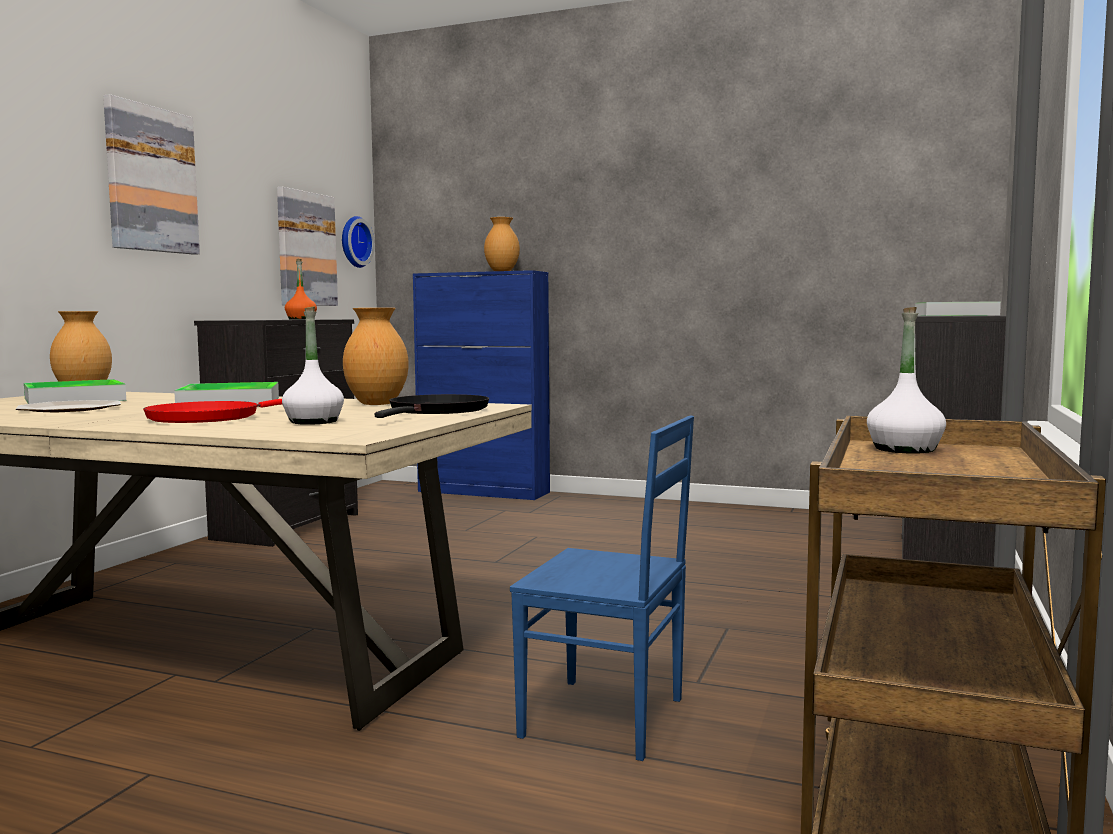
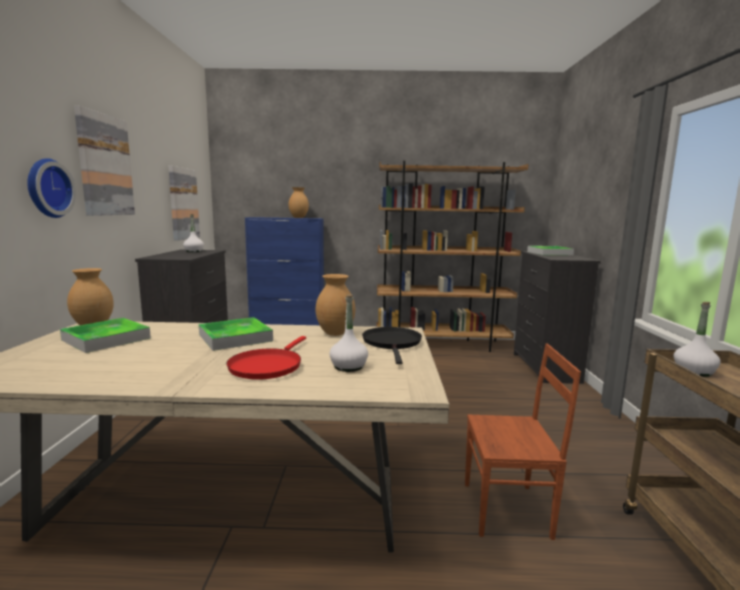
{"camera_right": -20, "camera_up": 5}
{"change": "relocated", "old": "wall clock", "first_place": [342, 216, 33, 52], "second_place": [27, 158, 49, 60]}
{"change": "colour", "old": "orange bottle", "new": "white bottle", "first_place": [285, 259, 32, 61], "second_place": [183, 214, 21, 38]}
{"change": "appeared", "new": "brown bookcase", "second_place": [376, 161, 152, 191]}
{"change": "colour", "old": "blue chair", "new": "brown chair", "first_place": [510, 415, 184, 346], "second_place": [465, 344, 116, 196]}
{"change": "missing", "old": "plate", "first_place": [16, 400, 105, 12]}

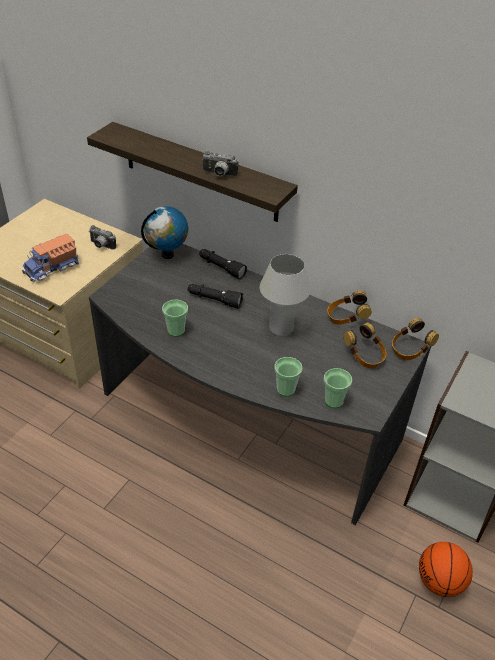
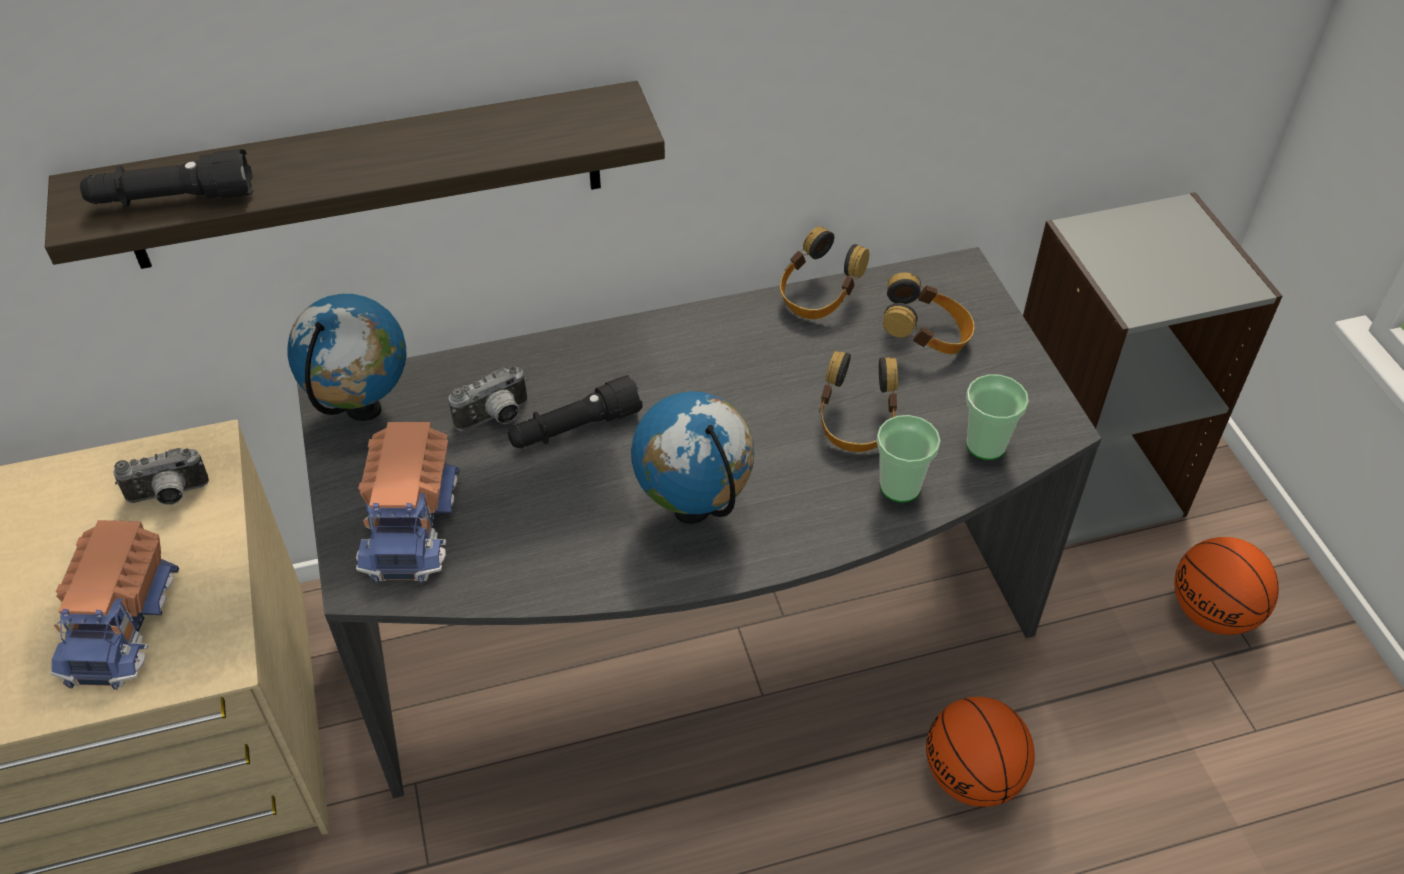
{"camera_right": -45, "camera_up": 5}
{"change": "relocated", "old": "black flashlight", "first_place": [199, 249, 48, 30], "second_place": [80, 149, 173, 57]}
{"change": "appeared", "new": "toy truck", "second_place": [356, 422, 104, 161]}
{"change": "relocated", "old": "photo camera", "first_place": [202, 151, 36, 26], "second_place": [448, 366, 79, 65]}
{"change": "appeared", "new": "globe", "second_place": [631, 391, 123, 133]}
{"change": "relocated", "old": "headphones", "first_place": [392, 318, 47, 42], "second_place": [819, 351, 79, 101]}
{"change": "appeared", "new": "basketball", "second_place": [926, 697, 109, 110]}
{"change": "missing", "old": "cup", "first_place": [162, 300, 26, 37]}
{"change": "missing", "old": "white table lamp", "first_place": [260, 254, 51, 82]}

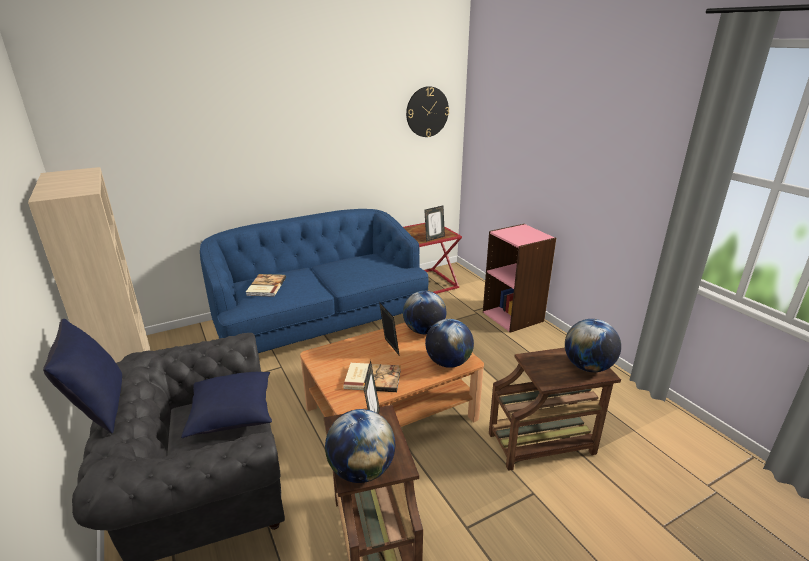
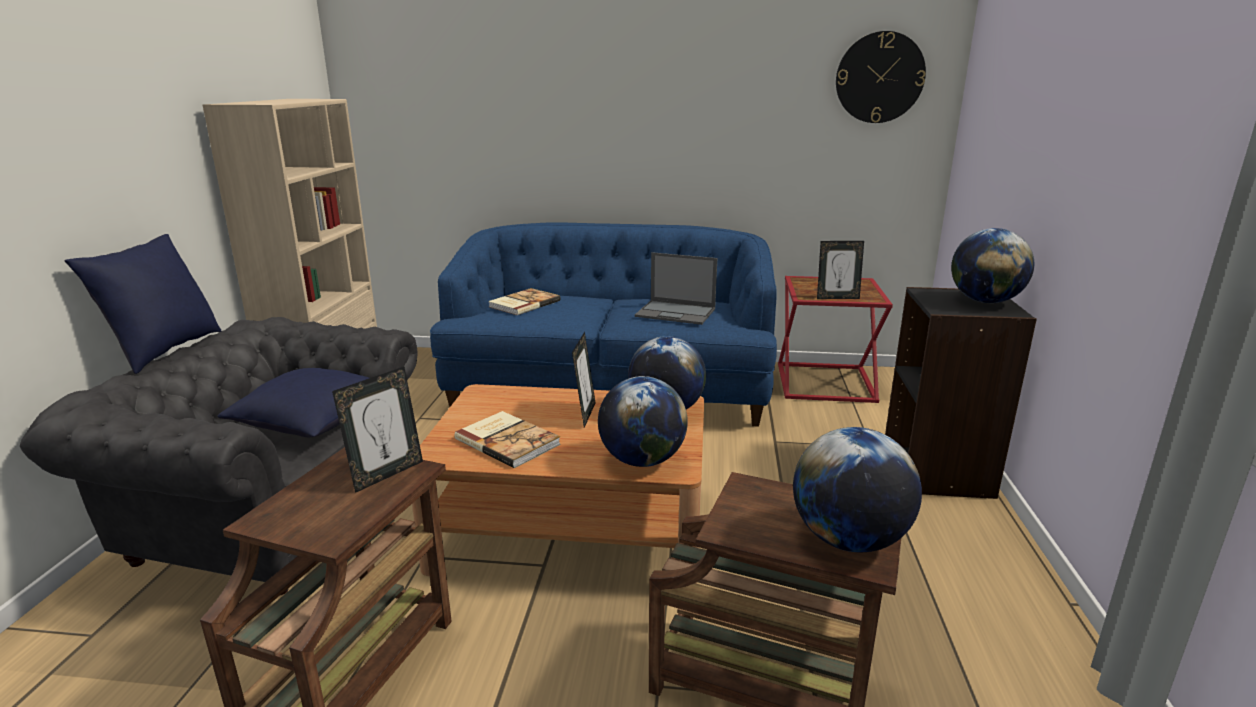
{"camera_right": 35, "camera_up": -5}
{"change": "appeared", "new": "laptop", "second_place": [635, 252, 82, 73]}
{"change": "colour", "old": "pink bookcase", "new": "black bookcase", "first_place": [483, 224, 73, 109], "second_place": [885, 287, 152, 212]}
{"change": "relocated", "old": "globe", "first_place": [325, 409, 70, 74], "second_place": [951, 228, 83, 75]}

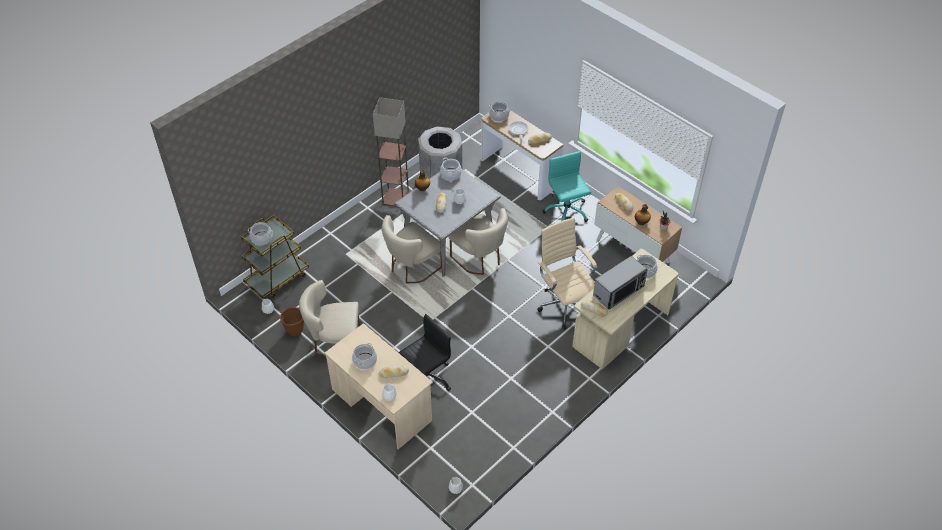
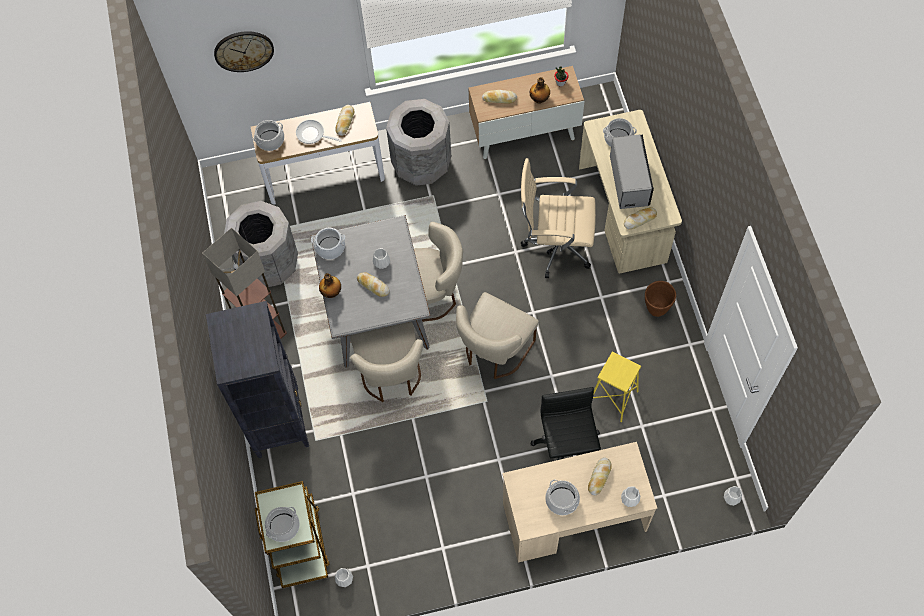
{"camera_right": -55, "camera_up": 15}
{"change": "appeared", "new": "black bookcase", "second_place": [206, 301, 103, 157]}
{"change": "appeared", "new": "wall clock", "second_place": [214, 31, 60, 41]}
{"change": "exchanged", "old": "turquoise office chair", "new": "grey trash can", "first_place": [543, 151, 48, 71], "second_place": [386, 99, 65, 87]}
{"change": "relocated", "old": "beige chair", "first_place": [299, 280, 61, 80], "second_place": [456, 292, 83, 87]}
{"change": "appeared", "new": "yellow stool", "second_place": [593, 351, 48, 71]}
{"change": "relocated", "old": "brown planter", "first_place": [280, 307, 24, 29], "second_place": [645, 281, 31, 36]}

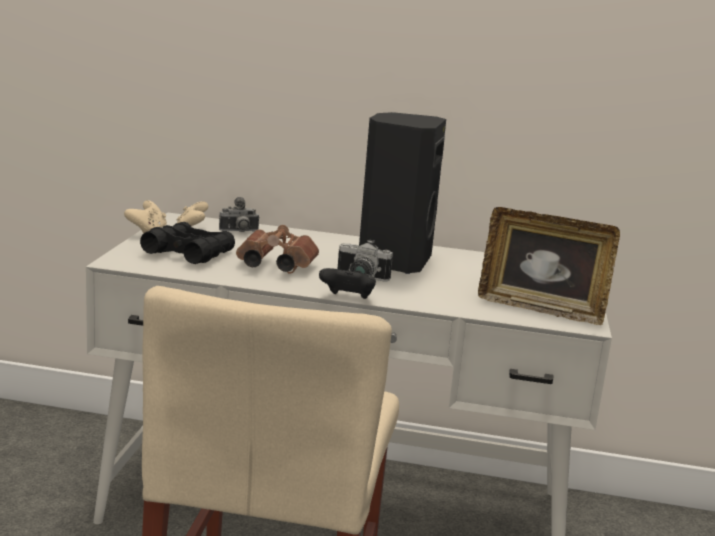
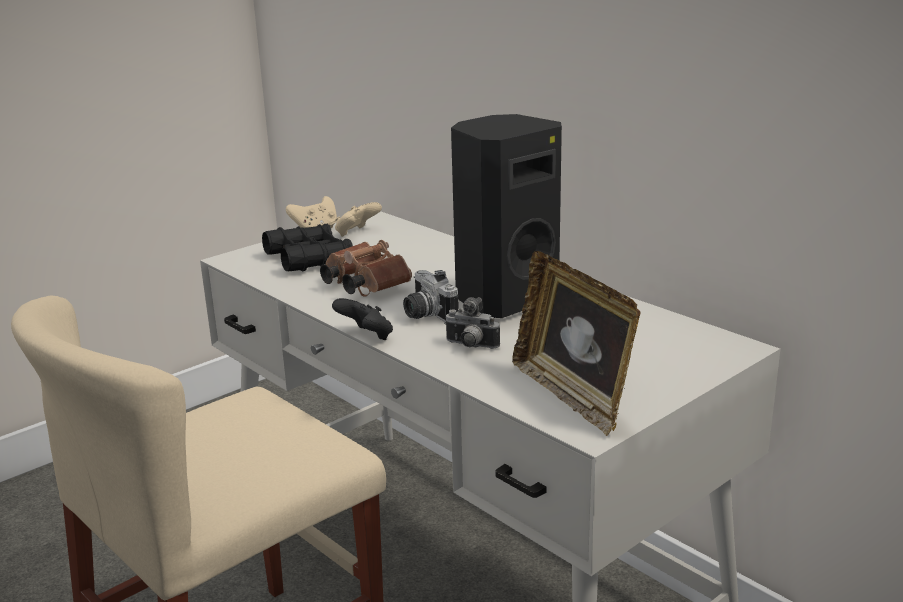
{"camera_right": 40, "camera_up": 5}
{"change": "relocated", "old": "photo camera", "first_place": [219, 197, 41, 35], "second_place": [444, 297, 56, 52]}

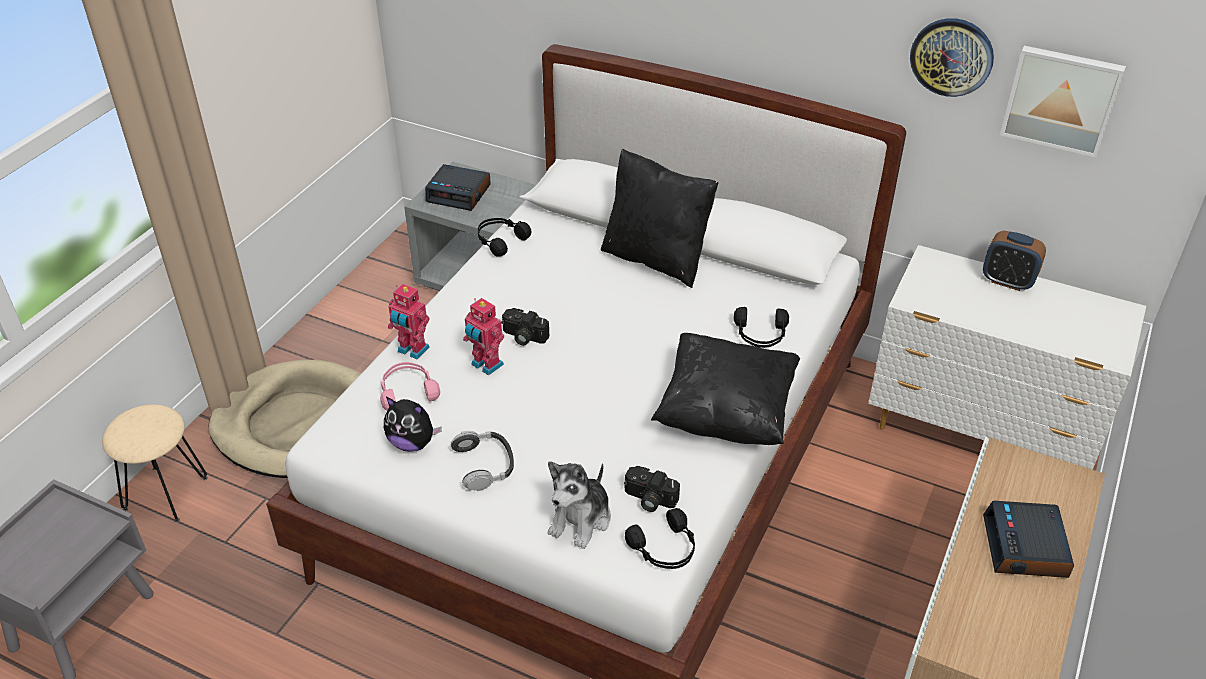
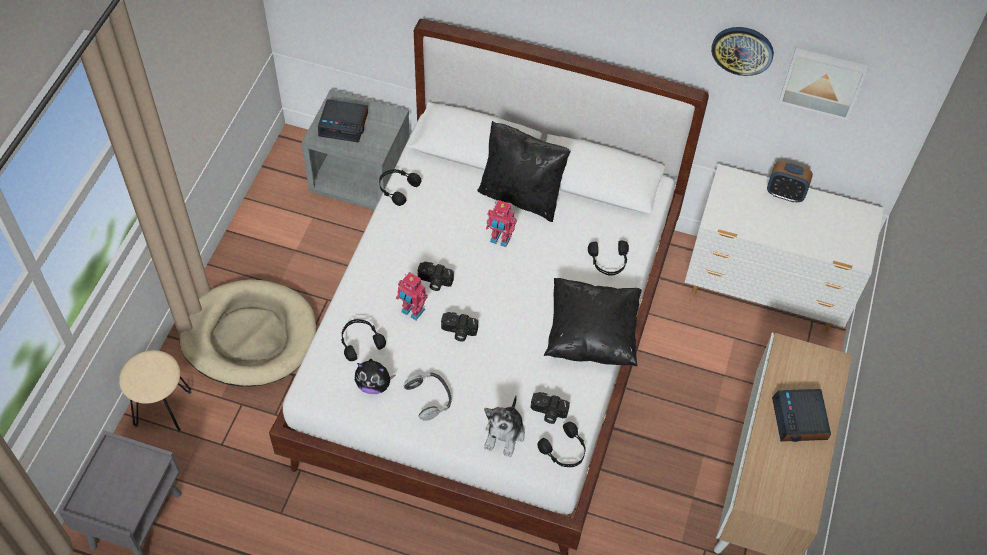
{"camera_right": -10, "camera_up": 15}
{"change": "colour", "old": "pink headphones", "new": "black headphones", "first_place": [380, 362, 60, 49], "second_place": [341, 319, 45, 42]}
{"change": "appeared", "new": "photo camera", "second_place": [441, 312, 37, 30]}
{"change": "relocated", "old": "toy robot", "first_place": [388, 284, 42, 75], "second_place": [486, 200, 31, 47]}

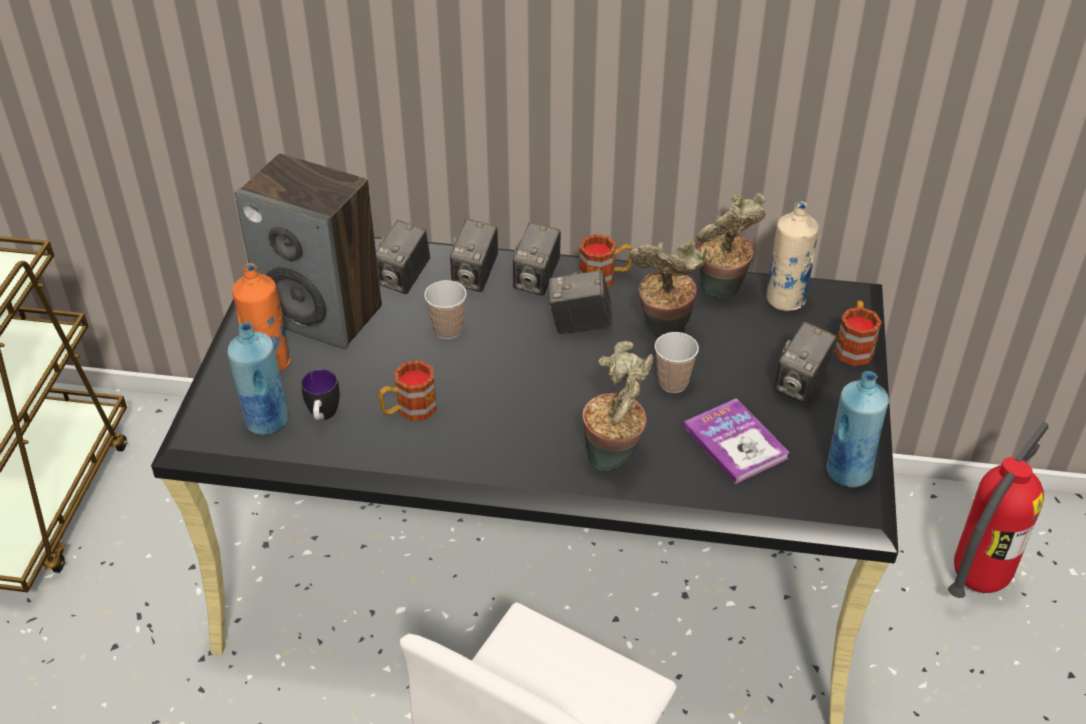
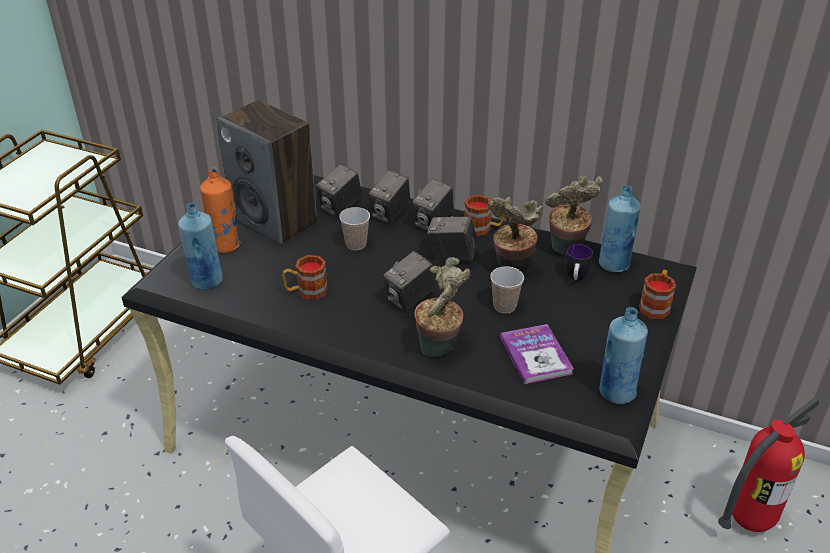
{"camera_right": 15, "camera_up": -5}
{"change": "relocated", "old": "photo camera", "first_place": [774, 322, 62, 81], "second_place": [383, 251, 53, 61]}
{"change": "relocated", "old": "mug", "first_place": [301, 369, 39, 51], "second_place": [565, 244, 28, 37]}
{"change": "colour", "old": "beige bottle", "new": "blue bottle", "first_place": [766, 201, 53, 110], "second_place": [599, 185, 42, 87]}

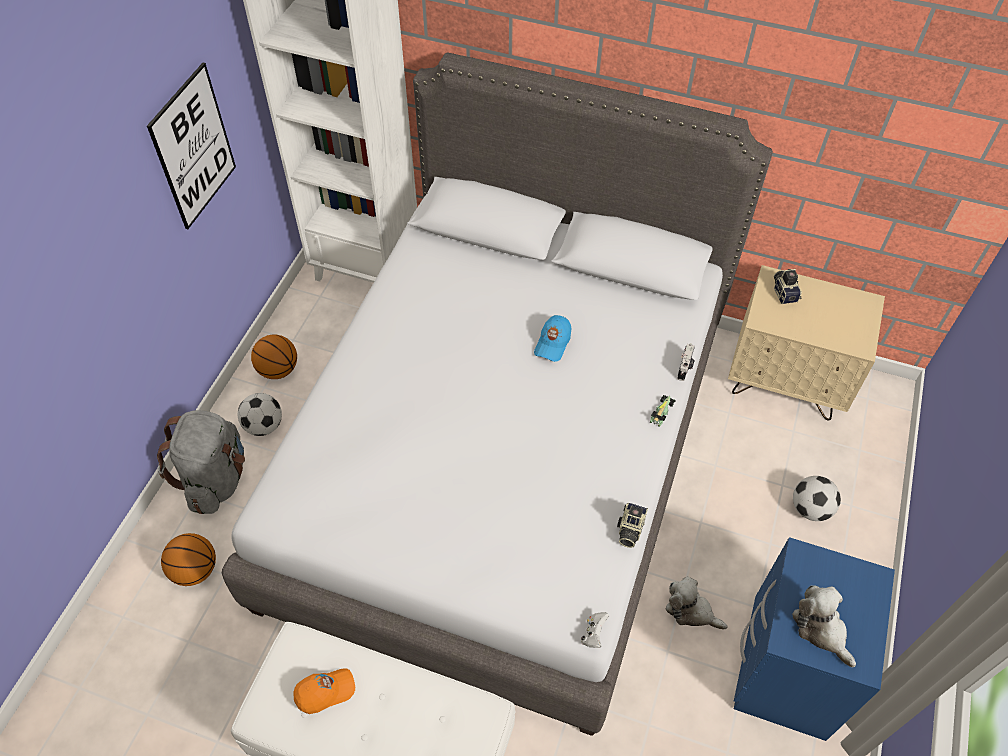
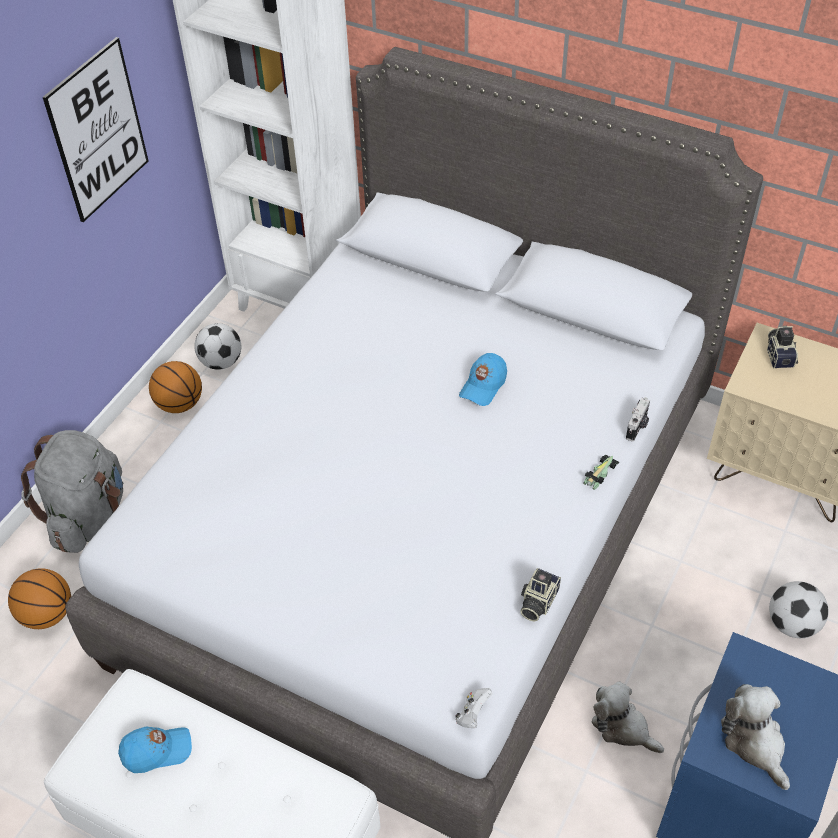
{"camera_right": 10, "camera_up": -5}
{"change": "colour", "old": "orange cap", "new": "blue cap", "first_place": [293, 668, 62, 46], "second_place": [118, 727, 74, 46]}
{"change": "relocated", "old": "football", "first_place": [238, 393, 44, 43], "second_place": [194, 323, 47, 47]}

